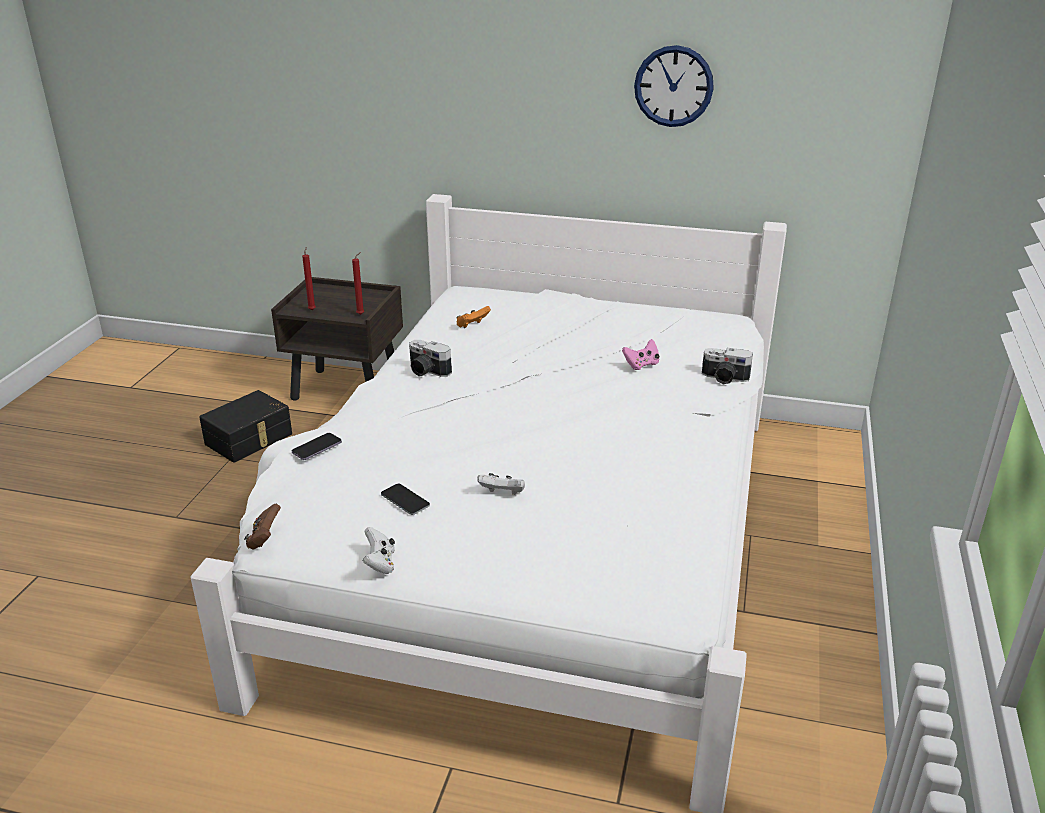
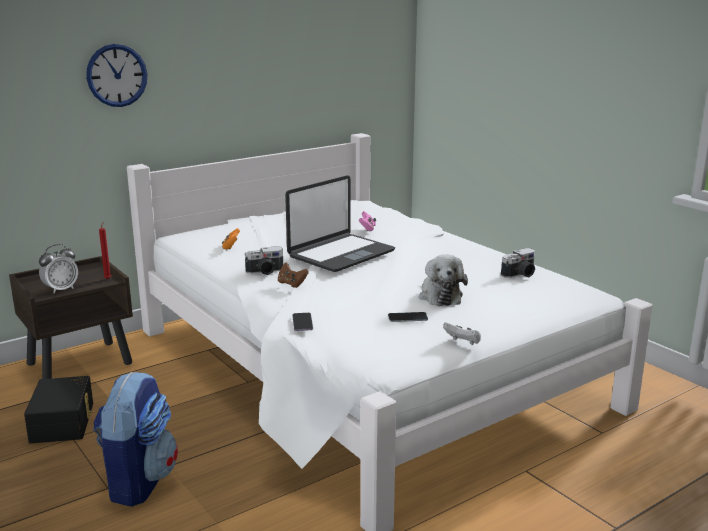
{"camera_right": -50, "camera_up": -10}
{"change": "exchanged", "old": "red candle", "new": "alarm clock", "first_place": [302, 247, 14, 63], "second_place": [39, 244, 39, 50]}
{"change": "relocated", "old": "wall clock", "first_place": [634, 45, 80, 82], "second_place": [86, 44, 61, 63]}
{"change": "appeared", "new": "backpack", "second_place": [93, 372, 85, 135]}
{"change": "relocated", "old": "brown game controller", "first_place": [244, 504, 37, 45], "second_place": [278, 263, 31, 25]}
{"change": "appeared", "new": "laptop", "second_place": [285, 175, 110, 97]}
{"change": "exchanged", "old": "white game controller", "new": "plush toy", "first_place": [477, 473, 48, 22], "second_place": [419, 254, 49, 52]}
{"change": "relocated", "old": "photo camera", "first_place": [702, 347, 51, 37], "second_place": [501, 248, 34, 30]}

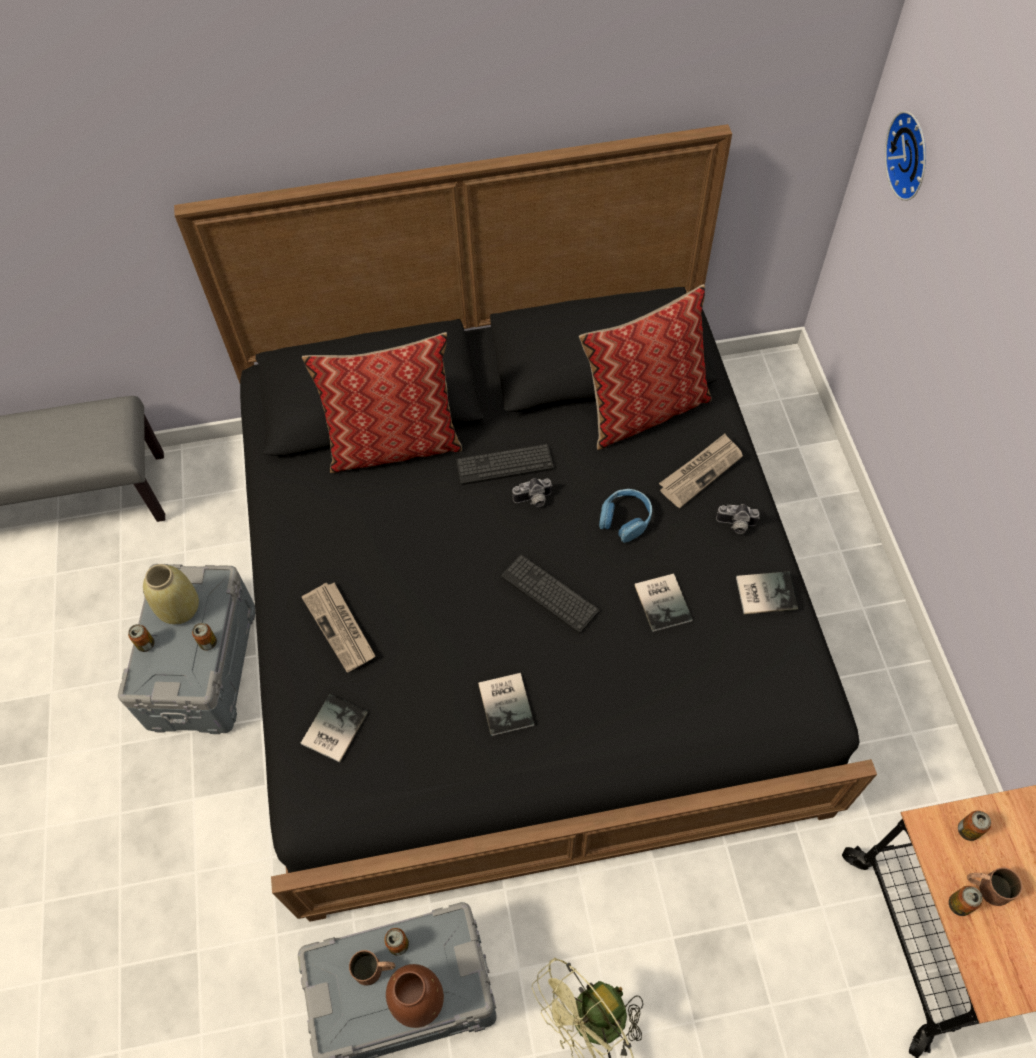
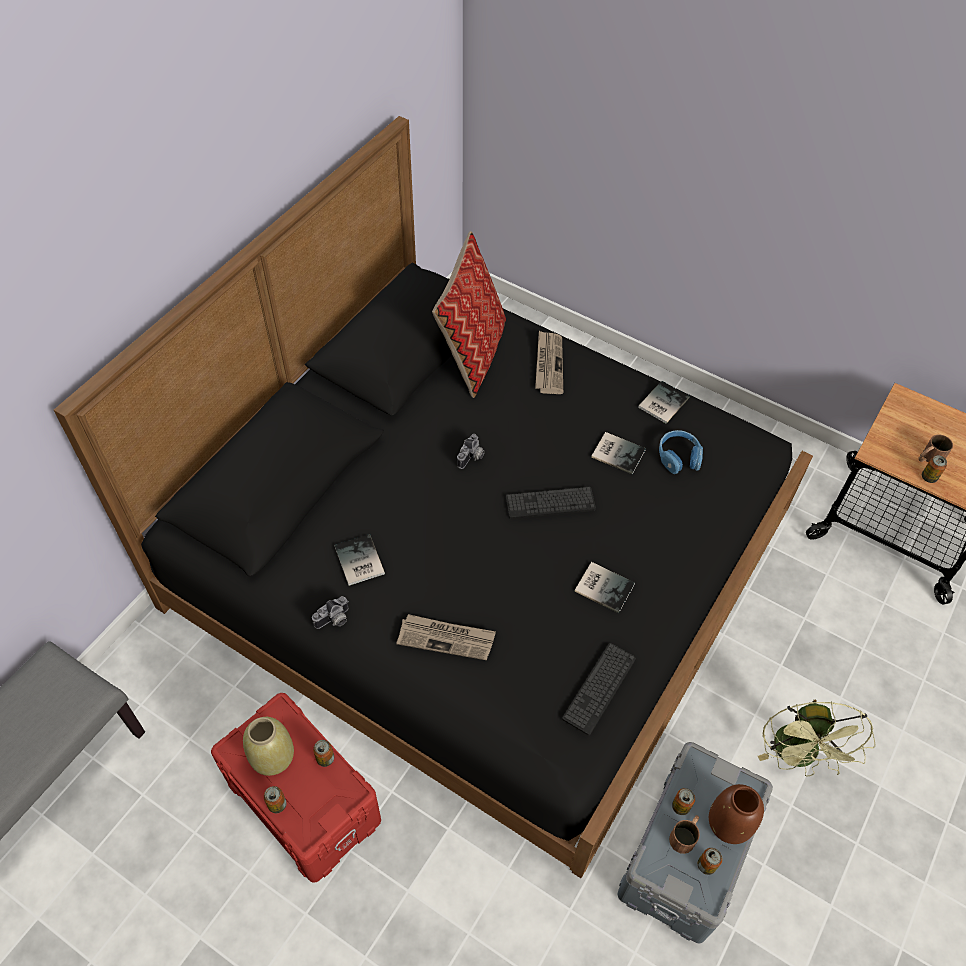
{"camera_right": -50, "camera_up": -5}
{"change": "colour", "old": "grey storage box", "new": "red storage box", "first_place": [118, 564, 137, 170], "second_place": [211, 693, 170, 190]}
{"change": "relocated", "old": "photo camera", "first_place": [716, 504, 44, 30], "second_place": [312, 596, 37, 33]}
{"change": "relocated", "old": "book", "first_place": [301, 694, 67, 68], "second_place": [335, 534, 50, 52]}
{"change": "relocated", "old": "keyboard", "first_place": [456, 444, 97, 41], "second_place": [562, 643, 74, 93]}
{"change": "relocated", "old": "blue headphones", "first_place": [599, 489, 53, 54], "second_place": [659, 430, 44, 44]}
{"change": "relocated", "old": "can", "first_place": [958, 811, 33, 30], "second_place": [698, 848, 24, 27]}
{"change": "missing", "old": "pillow", "first_place": [302, 332, 160, 141]}
{"change": "missing", "old": "wall clock", "first_place": [884, 111, 42, 90]}

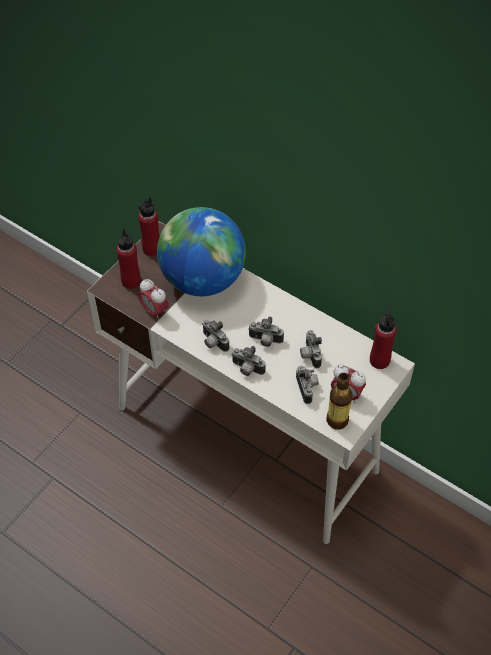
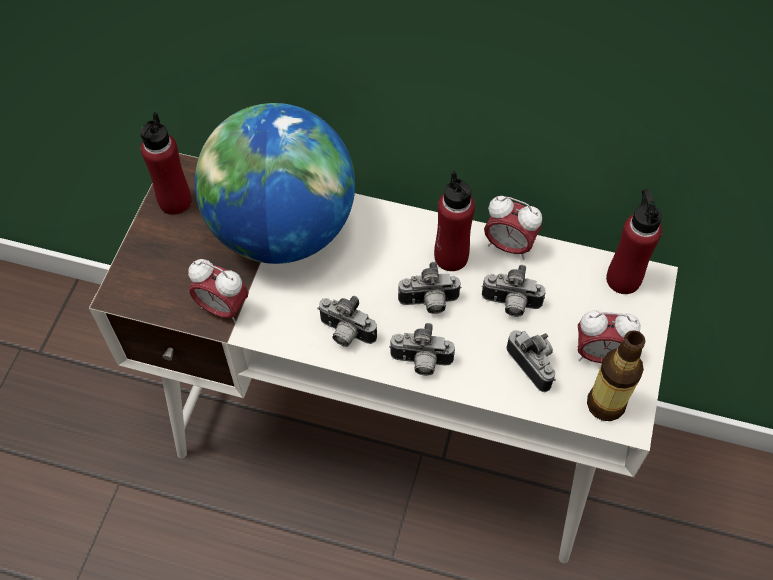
{"camera_right": -20, "camera_up": 5}
{"change": "relocated", "old": "red bottle", "first_place": [116, 229, 25, 60], "second_place": [434, 171, 41, 100]}
{"change": "spun", "old": "photo camera", "first_place": [300, 330, 22, 38], "second_place": [482, 265, 64, 52], "degrees": -45}
{"change": "appeared", "new": "alarm clock", "second_place": [484, 196, 58, 63]}

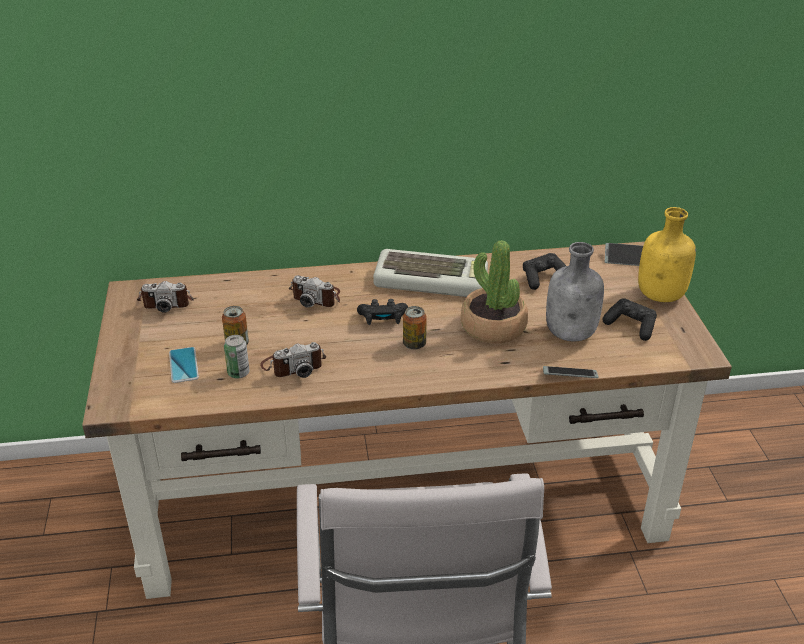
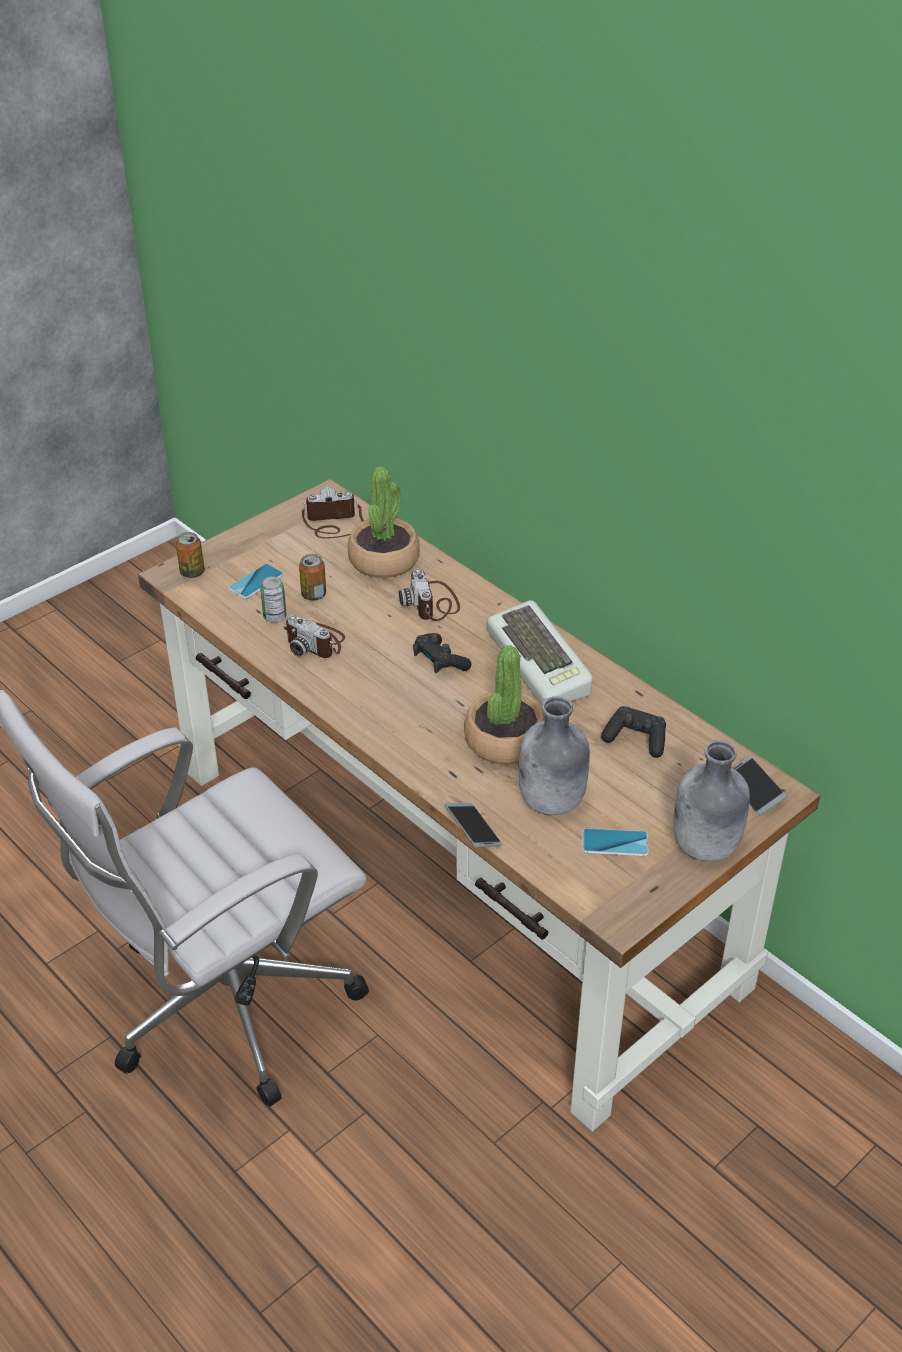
{"camera_right": 55, "camera_up": 5}
{"change": "relocated", "old": "can", "first_place": [403, 306, 24, 44], "second_place": [176, 532, 29, 46]}
{"change": "spun", "old": "photo camera", "first_place": [137, 281, 57, 32], "second_place": [302, 487, 62, 52], "degrees": 120}
{"change": "appeared", "new": "potted plant", "second_place": [348, 467, 72, 111]}
{"change": "exchanged", "old": "black game controller", "new": "phone", "first_place": [602, 299, 55, 42], "second_place": [582, 828, 67, 28]}
{"change": "colour", "old": "yellow bottle", "new": "grey bottle", "first_place": [638, 207, 58, 95], "second_place": [673, 740, 77, 122]}

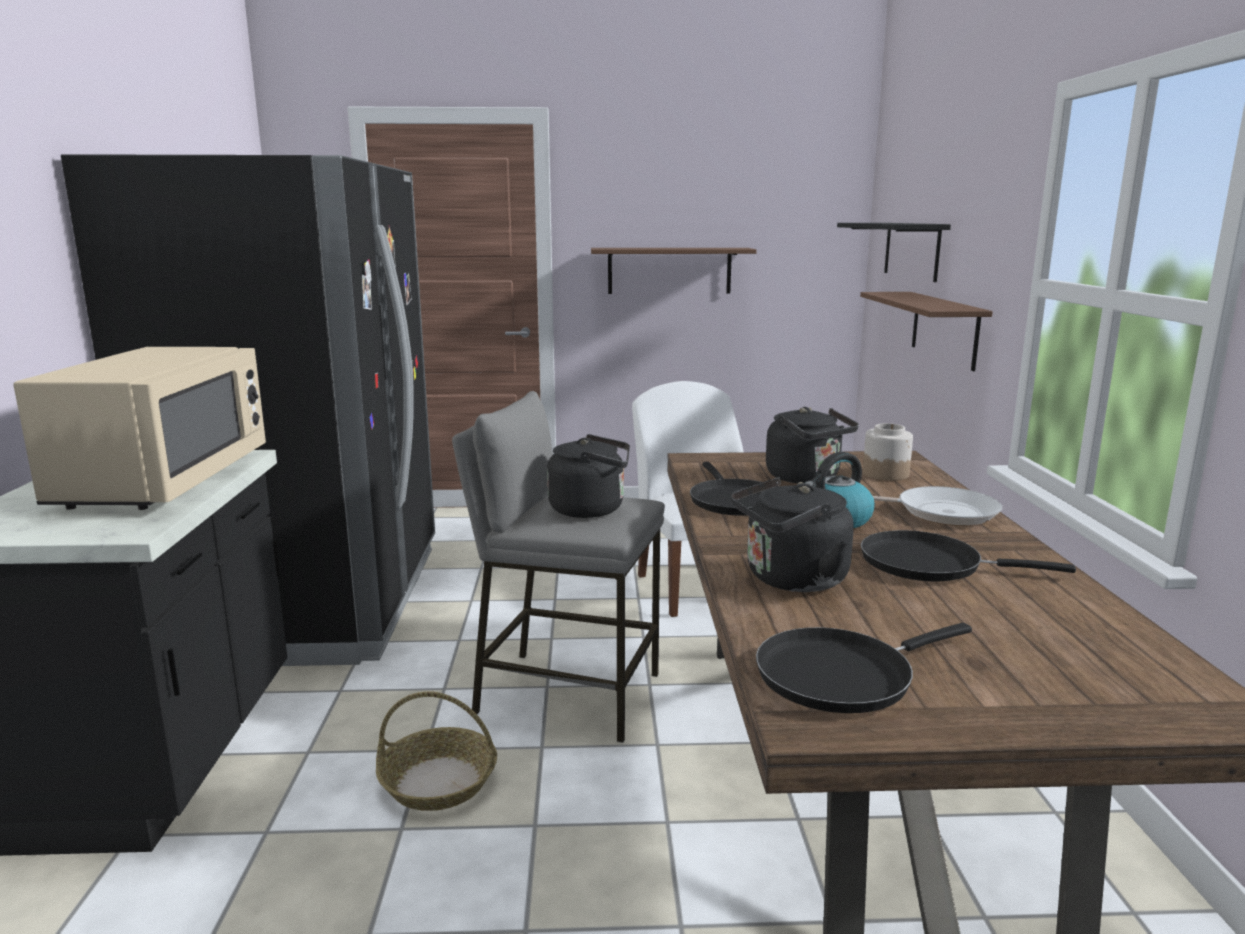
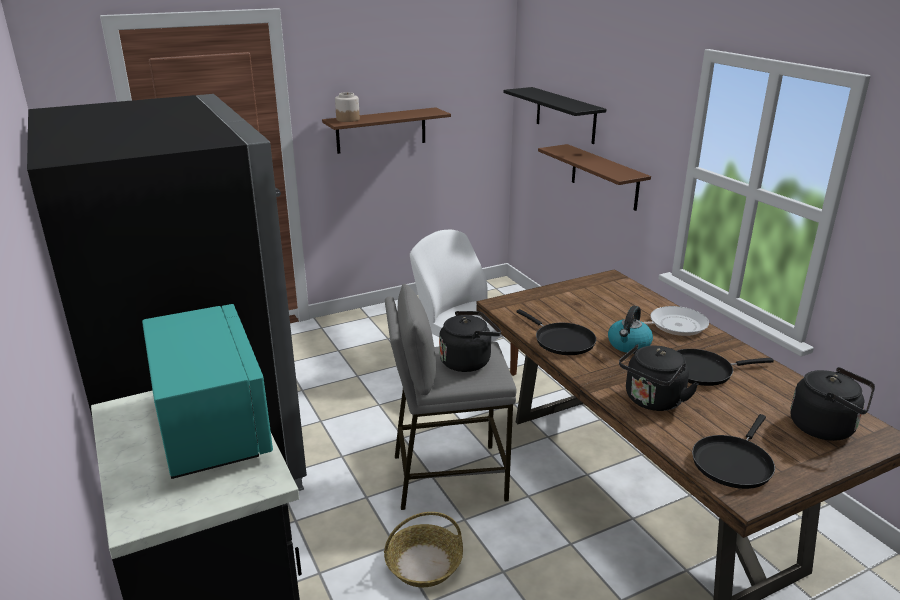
{"camera_right": -25, "camera_up": 10}
{"change": "colour", "old": "beige microwave", "new": "turquoise microwave", "first_place": [13, 347, 253, 163], "second_place": [142, 304, 131, 175]}
{"change": "relocated", "old": "jar", "first_place": [863, 423, 50, 58], "second_place": [335, 92, 25, 30]}
{"change": "relocated", "old": "black kettle", "first_place": [766, 407, 93, 76], "second_place": [790, 367, 85, 74]}

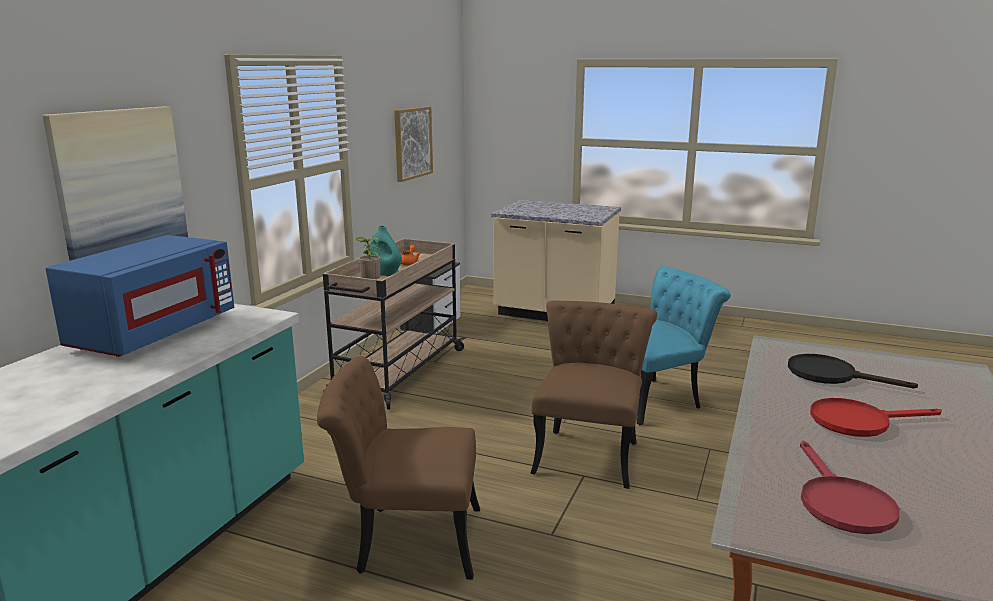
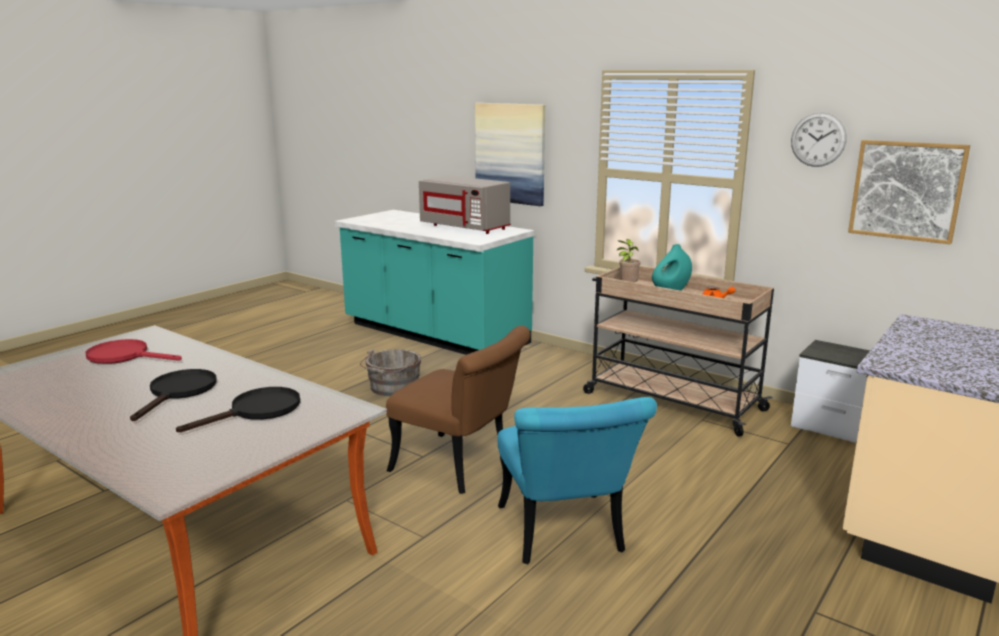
{"camera_right": 105, "camera_up": 0}
{"change": "colour", "old": "red frying pan", "new": "black frying pan", "first_place": [810, 398, 132, 39], "second_place": [130, 369, 87, 52]}
{"change": "exchanged", "old": "brown chair", "new": "grey bucket", "first_place": [317, 356, 163, 224], "second_place": [360, 349, 61, 47]}
{"change": "colour", "old": "blue microwave", "new": "grey microwave", "first_place": [46, 235, 188, 122], "second_place": [419, 176, 92, 58]}
{"change": "appeared", "new": "wall clock", "second_place": [791, 112, 56, 55]}

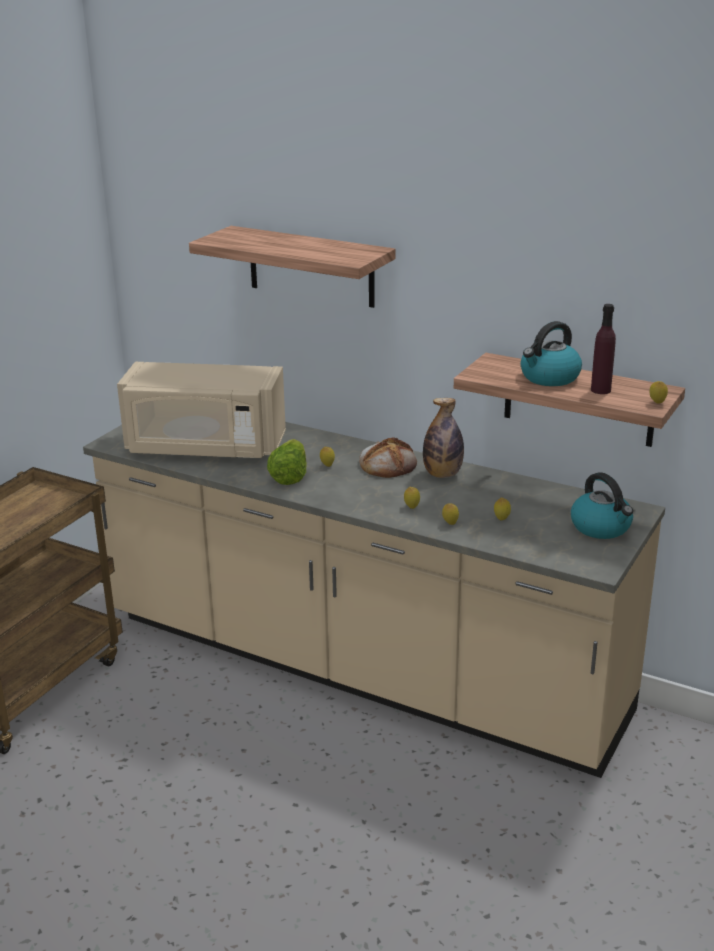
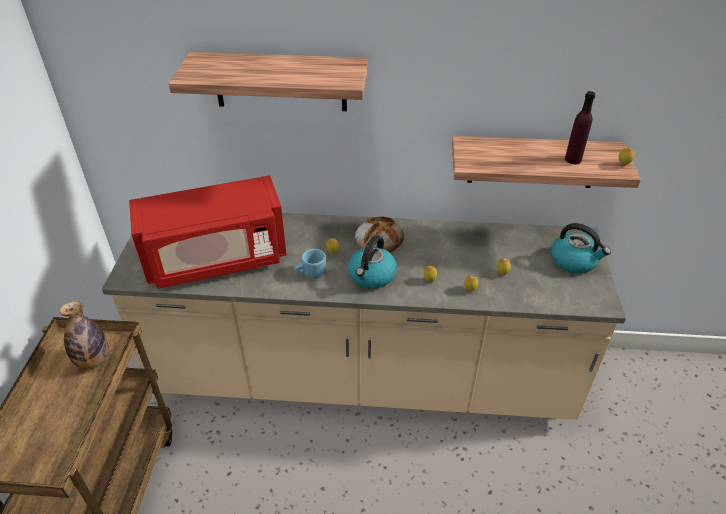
{"camera_right": -25, "camera_up": 15}
{"change": "relocated", "old": "bottle", "first_place": [423, 398, 41, 80], "second_place": [59, 301, 49, 68]}
{"change": "colour", "old": "beige microwave", "new": "red microwave", "first_place": [117, 362, 169, 96], "second_place": [129, 175, 158, 114]}
{"change": "exchanged", "old": "lettuce", "new": "blue mug", "first_place": [267, 439, 40, 46], "second_place": [295, 249, 31, 30]}
{"change": "relocated", "old": "kettle", "first_place": [520, 321, 62, 65], "second_place": [348, 235, 49, 54]}

